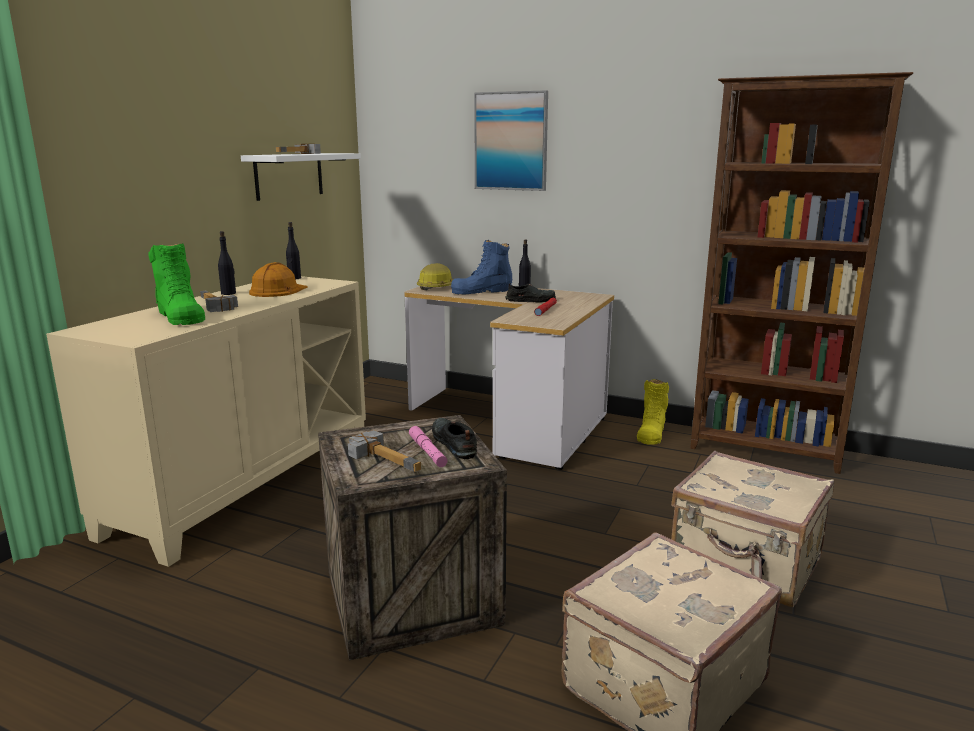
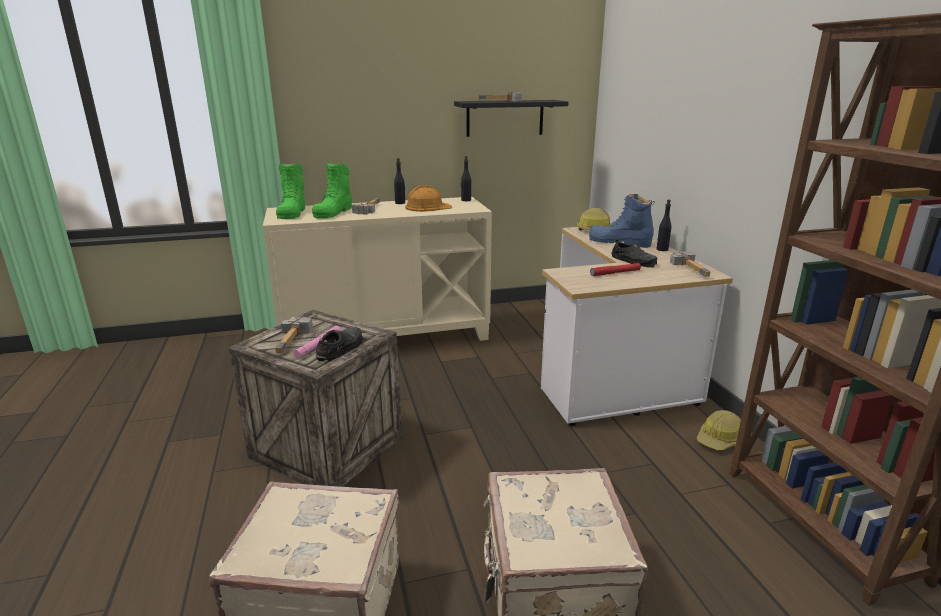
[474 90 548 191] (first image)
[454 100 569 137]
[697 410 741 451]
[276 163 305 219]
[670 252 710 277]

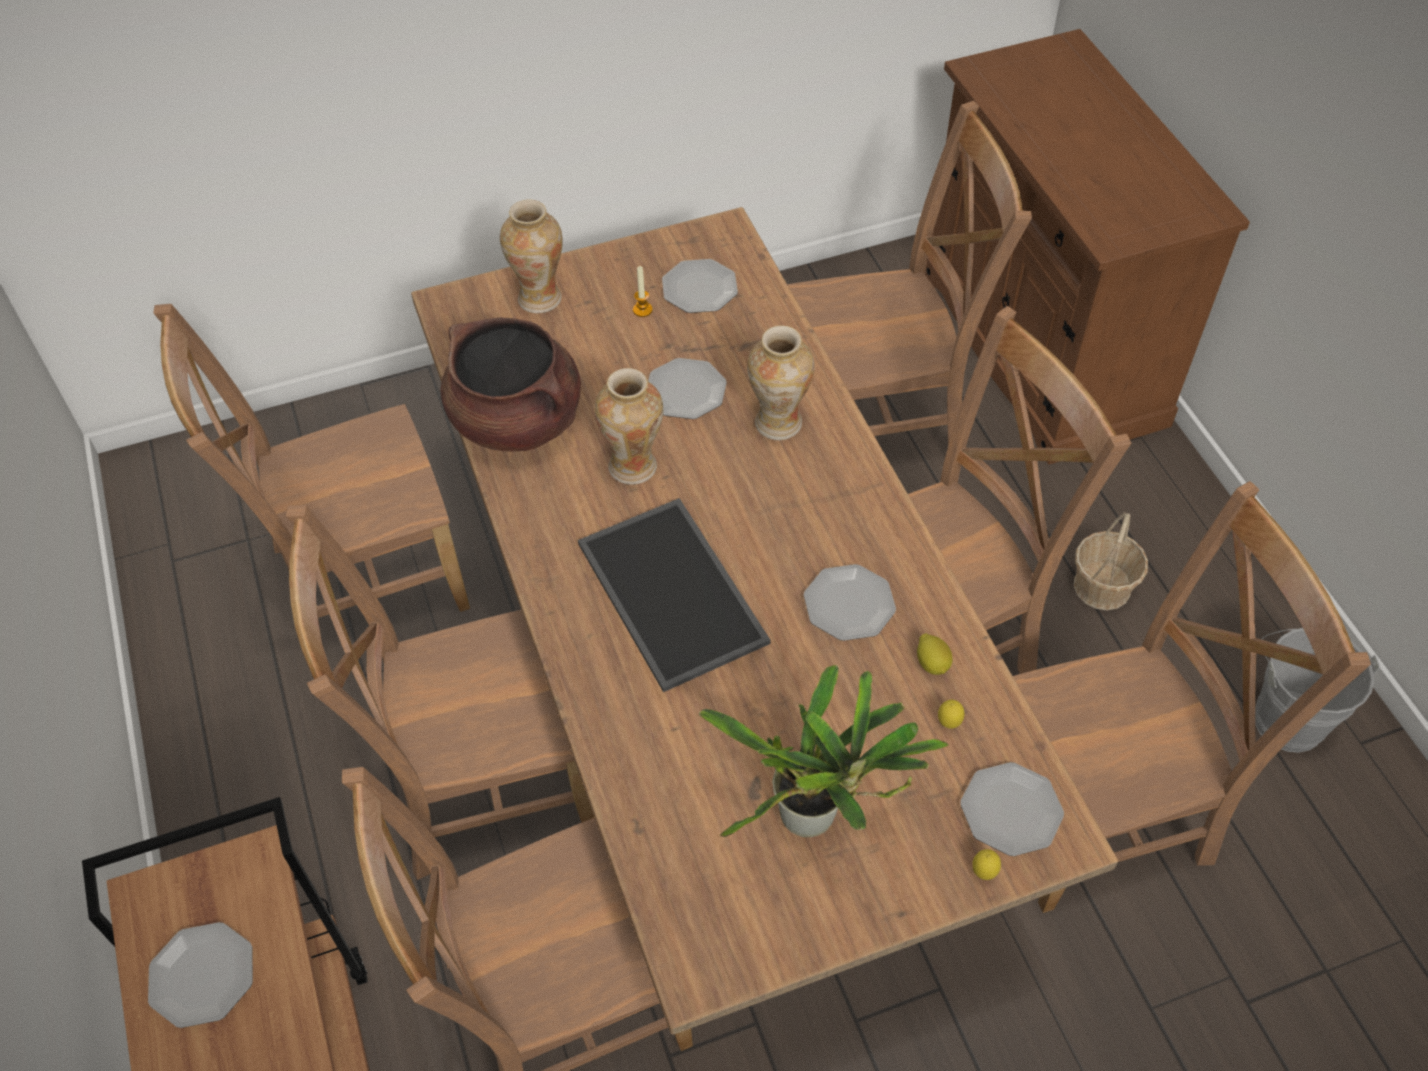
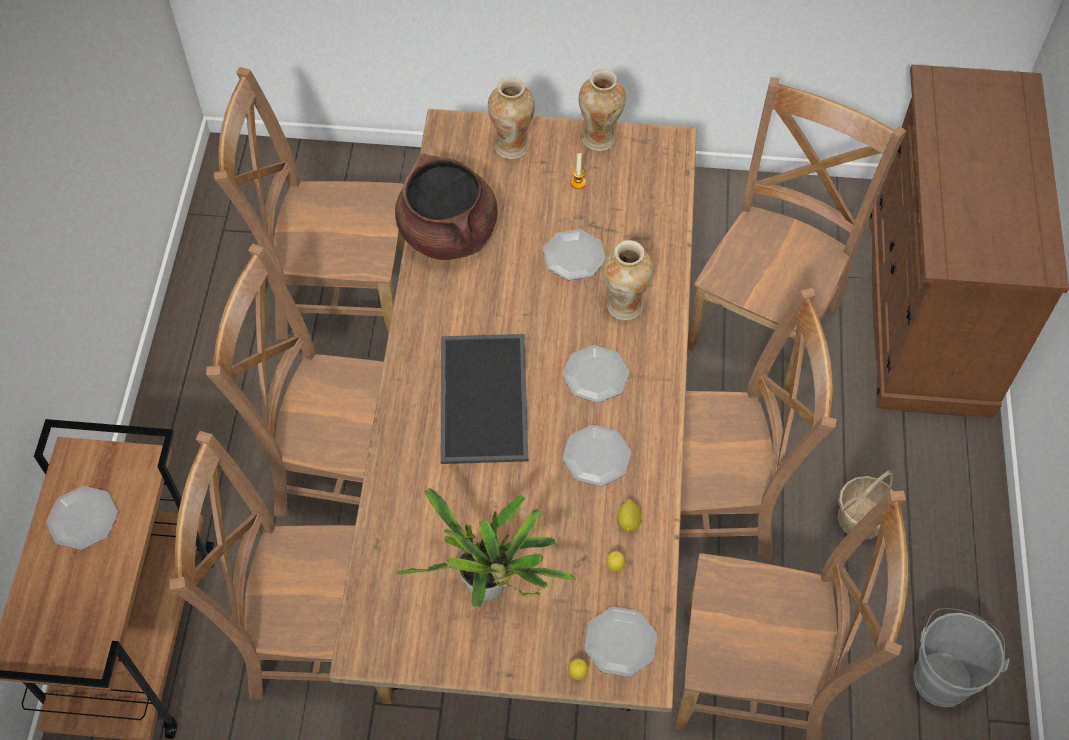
[688 77 906 393]
[563 345 630 403]
[579 69 626 151]

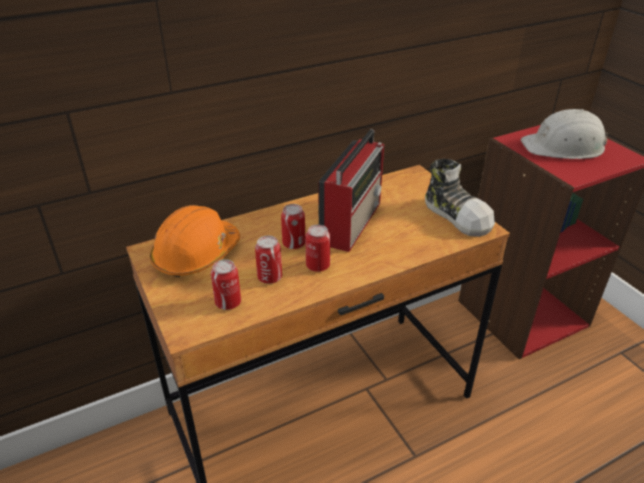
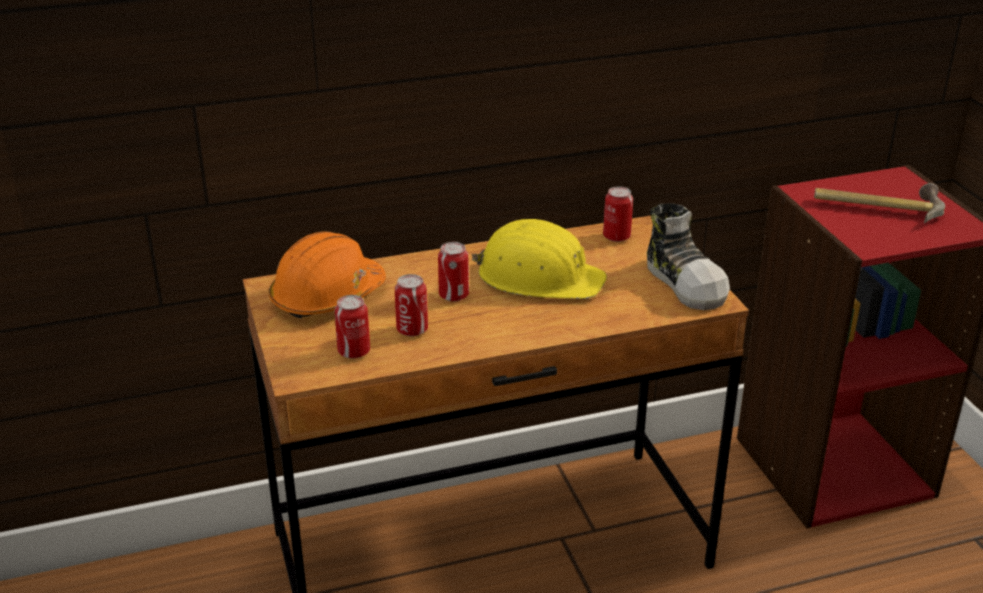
[814 183 945 223]
[471 219 607 299]
[603 186 633 242]

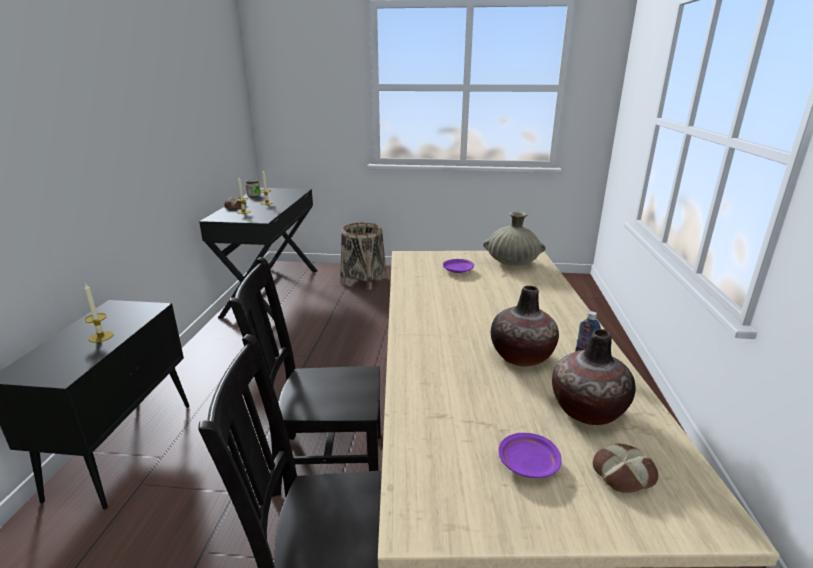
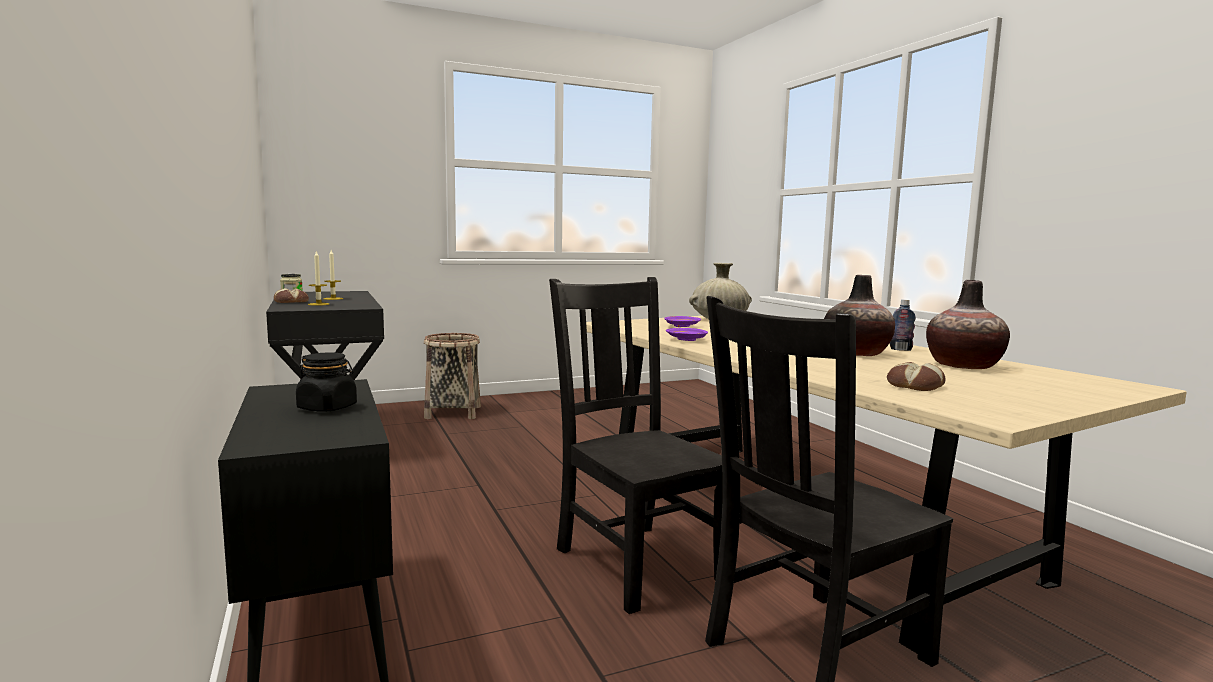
[549 277 722 614]
[296 353 357 412]
[666 328 708 341]
[887 362 945 391]

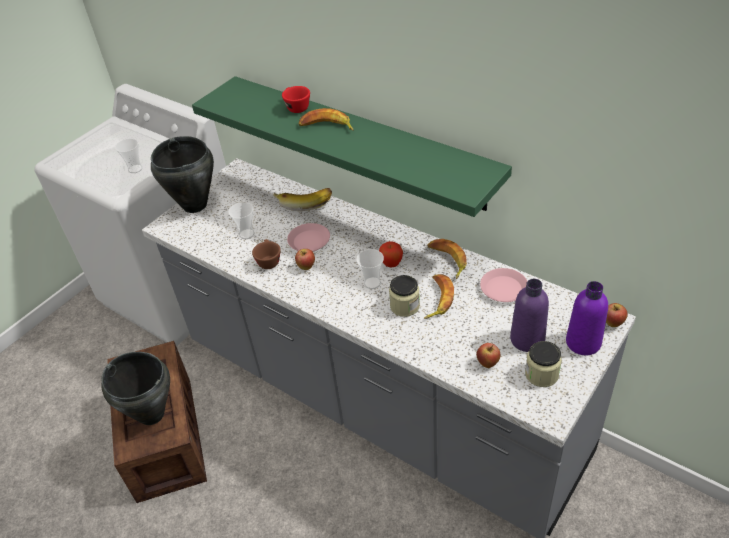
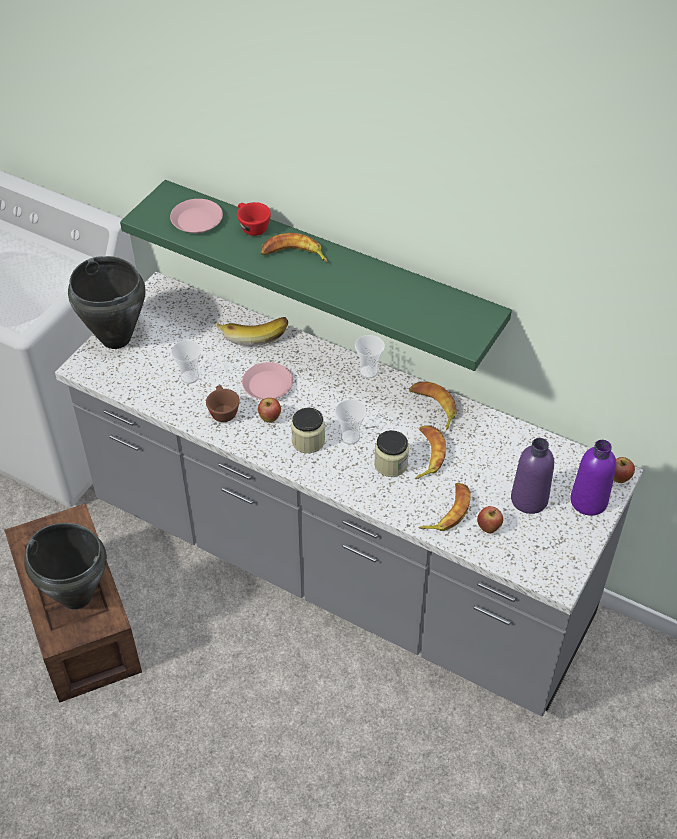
[355 335 385 378]
[379 241 403 267] (first image)
[170 199 223 233]
[291 408 325 453]
[418 483 471 531]

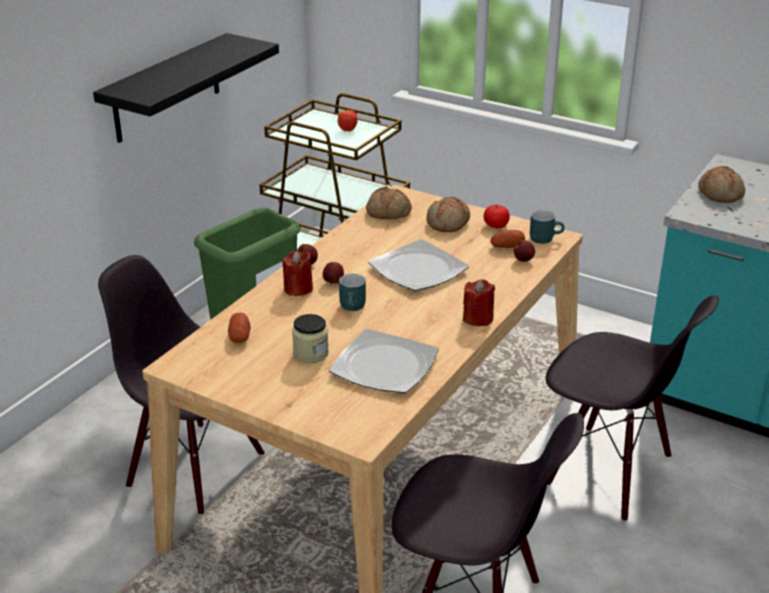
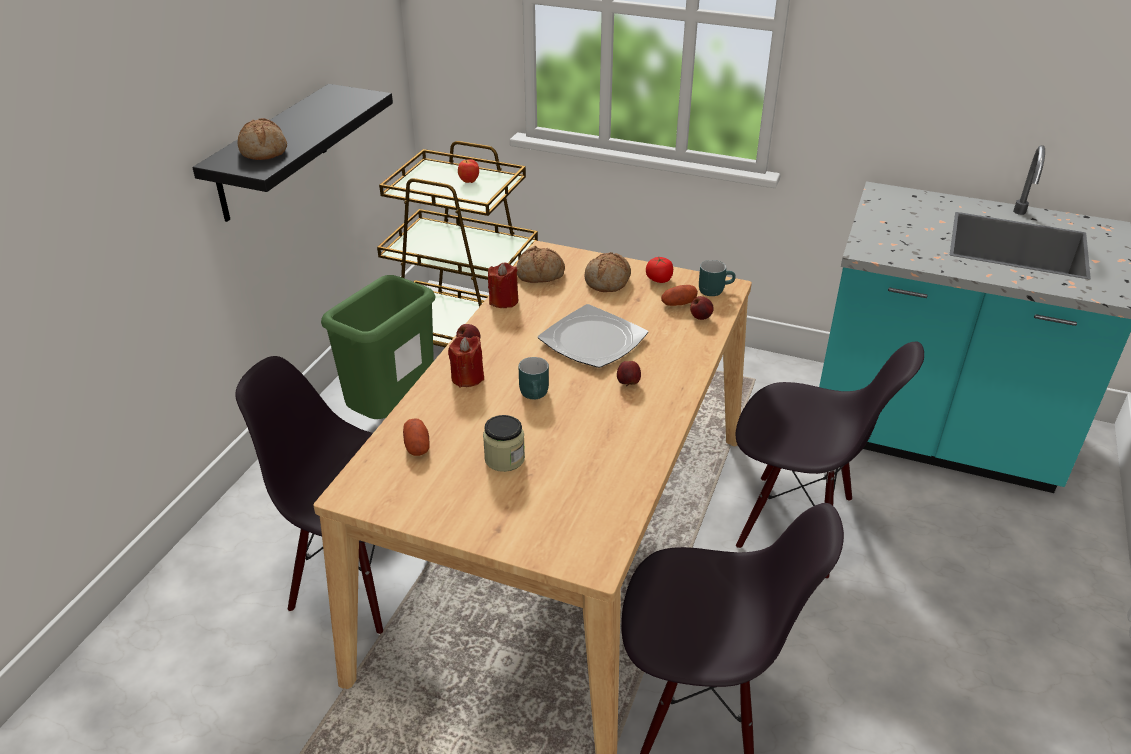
[237 118 287 160]
[617 361 641 386]
[488 263 518 308]
[329 329 439 393] (first image)

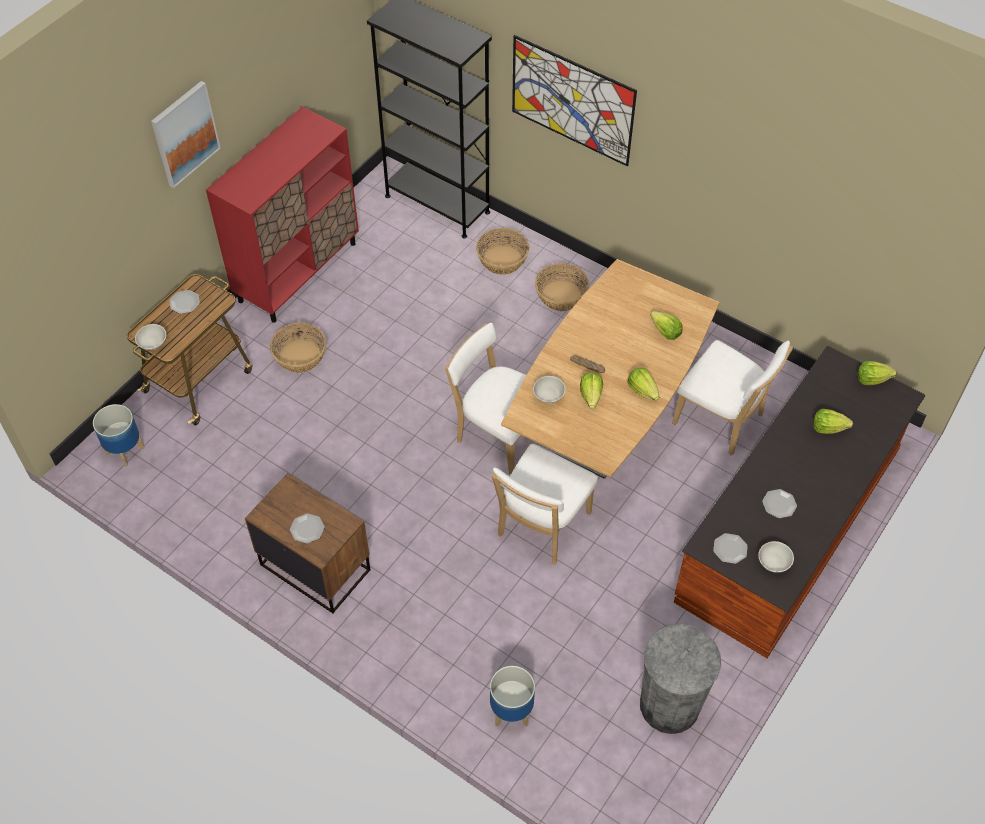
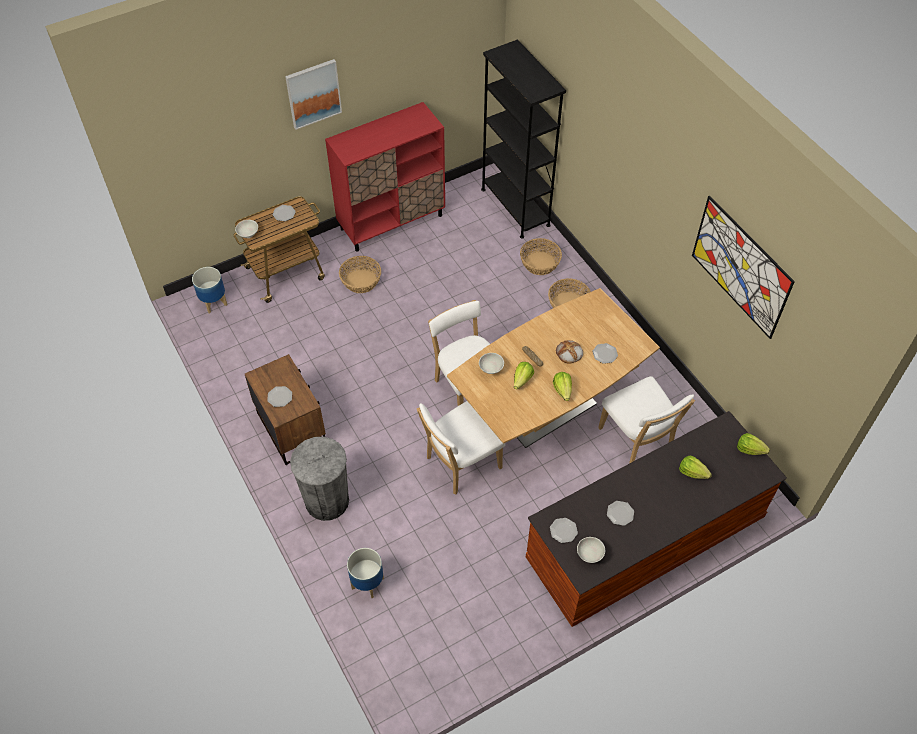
[692 196 795 339]
[592 343 618 364]
[290 437 349 521]
[556 340 583 364]

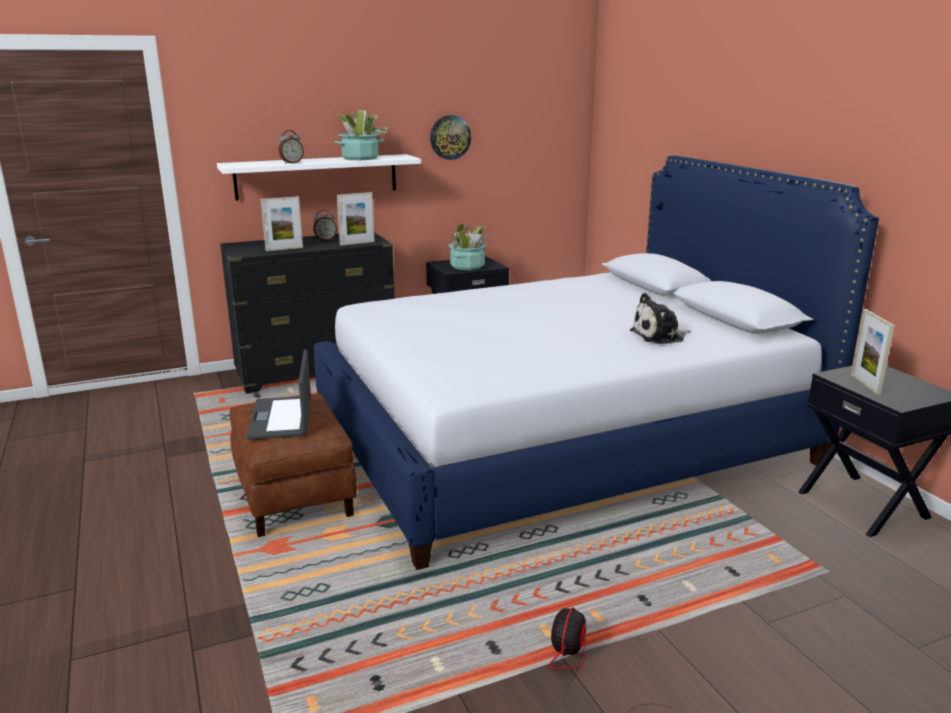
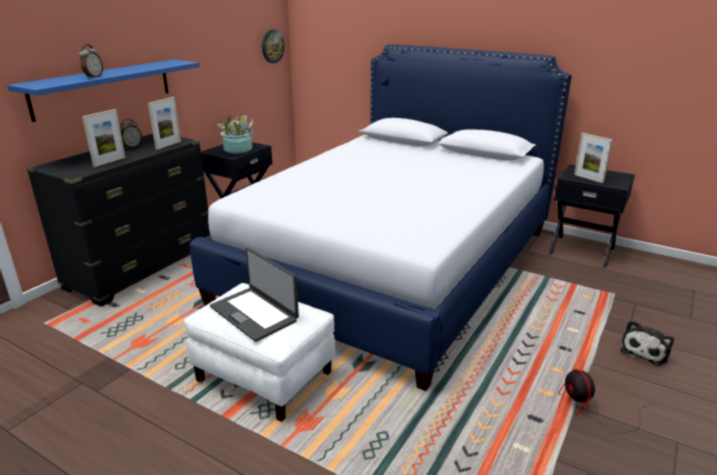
[335 110 388 160] (first image)
[262 29 284 63]
[7 60 200 122]
[620 320 674 366]
[184 283 336 422]

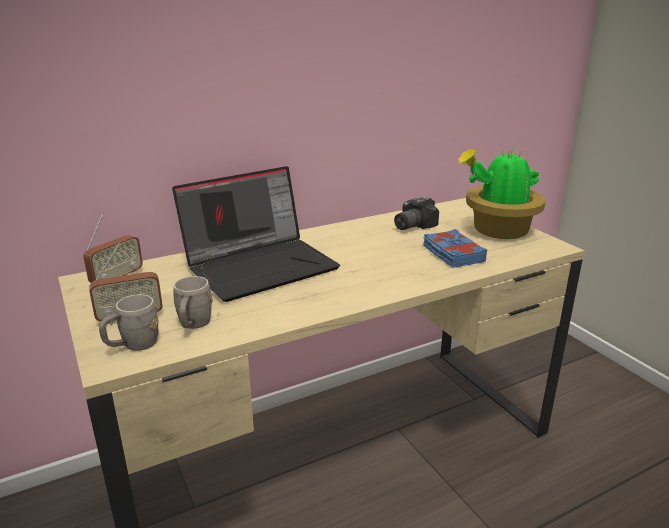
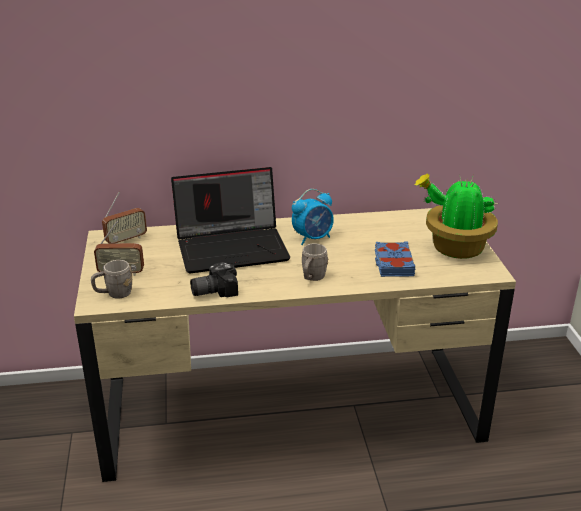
[190 262 238 297]
[302 243 328 281]
[292 189 334 245]

